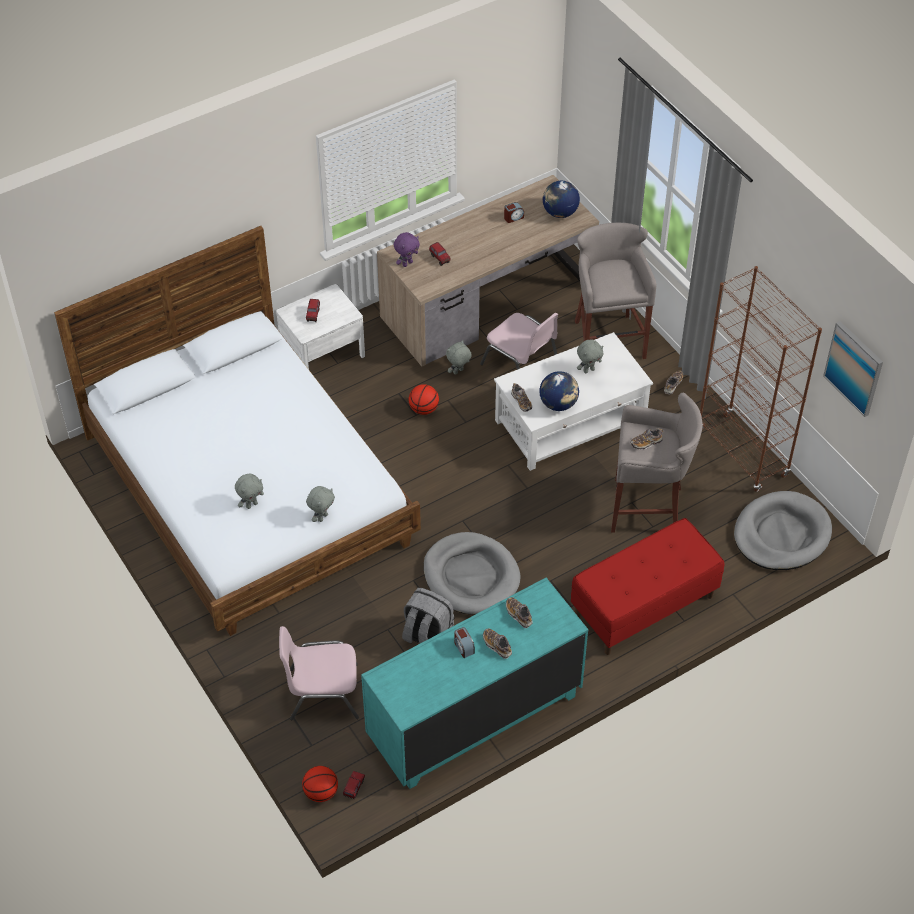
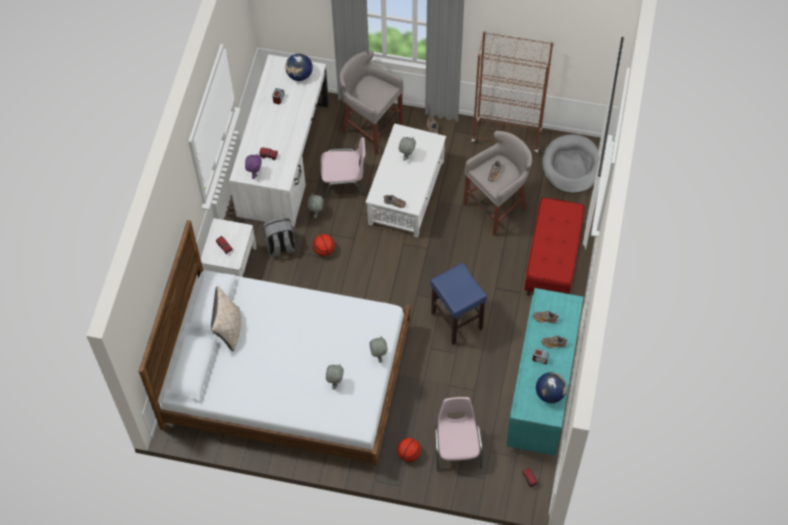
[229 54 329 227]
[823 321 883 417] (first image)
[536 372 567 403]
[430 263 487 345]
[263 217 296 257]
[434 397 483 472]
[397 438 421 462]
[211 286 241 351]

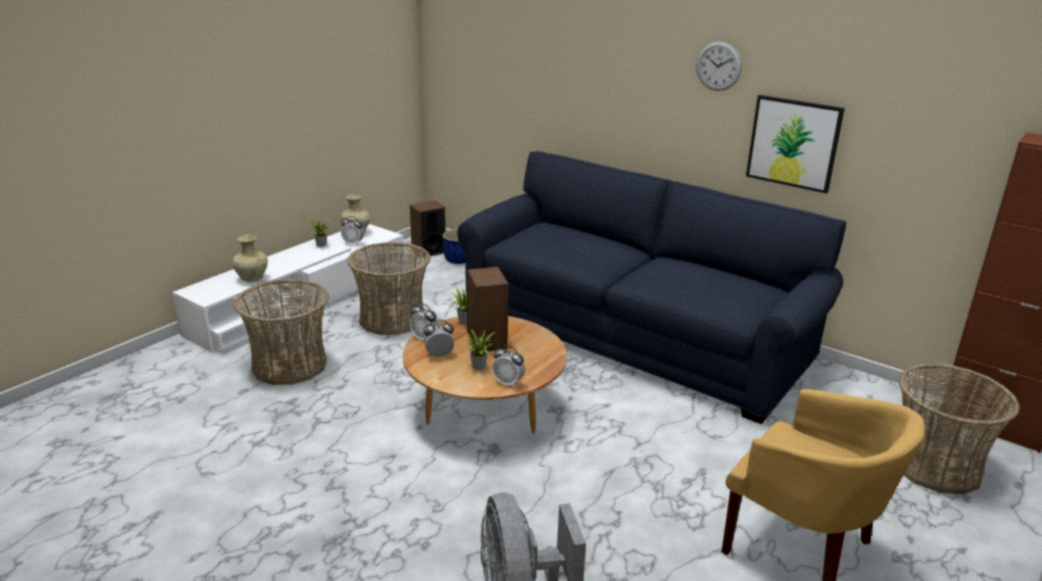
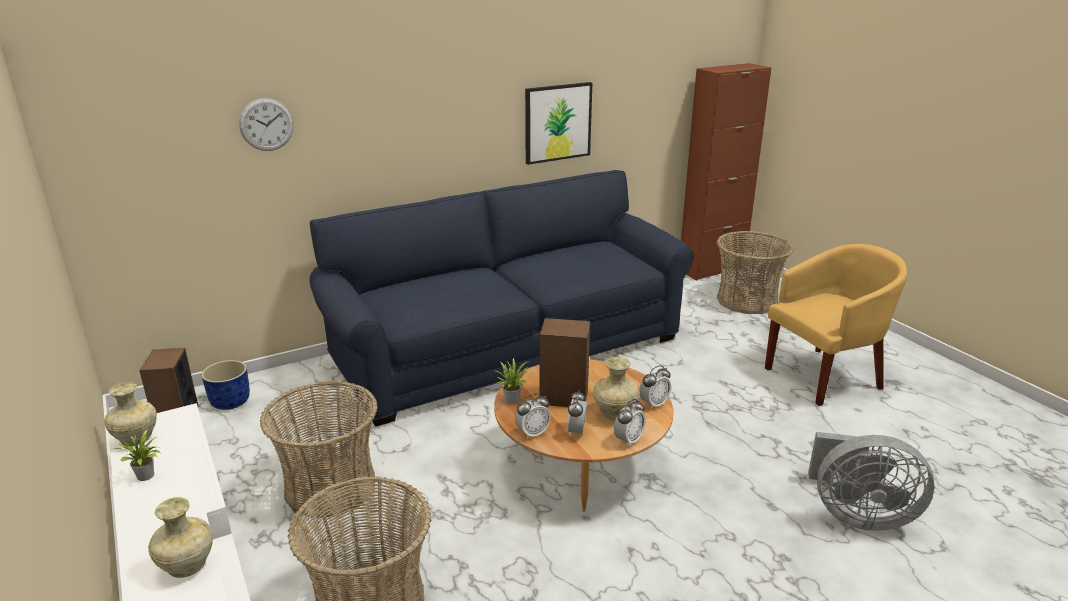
[239 98 294 151]
[614 399 646 447]
[593 357 640 421]

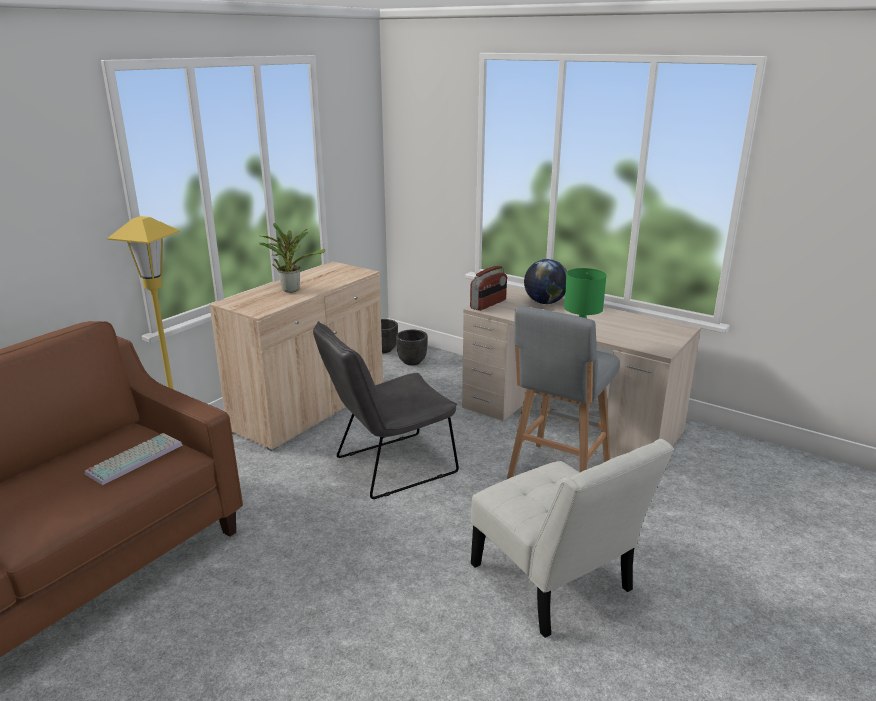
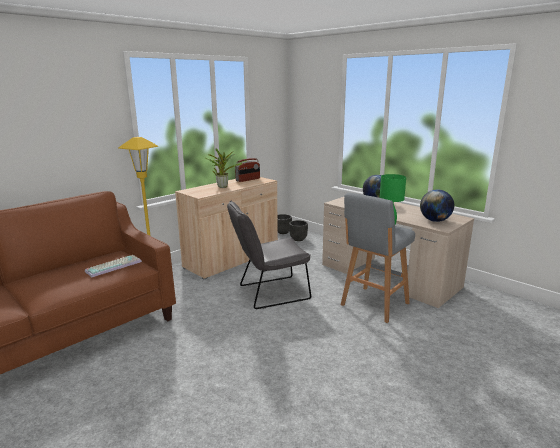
[235 158 260 182]
[471 439 674 638] (first image)
[420 189 454 222]

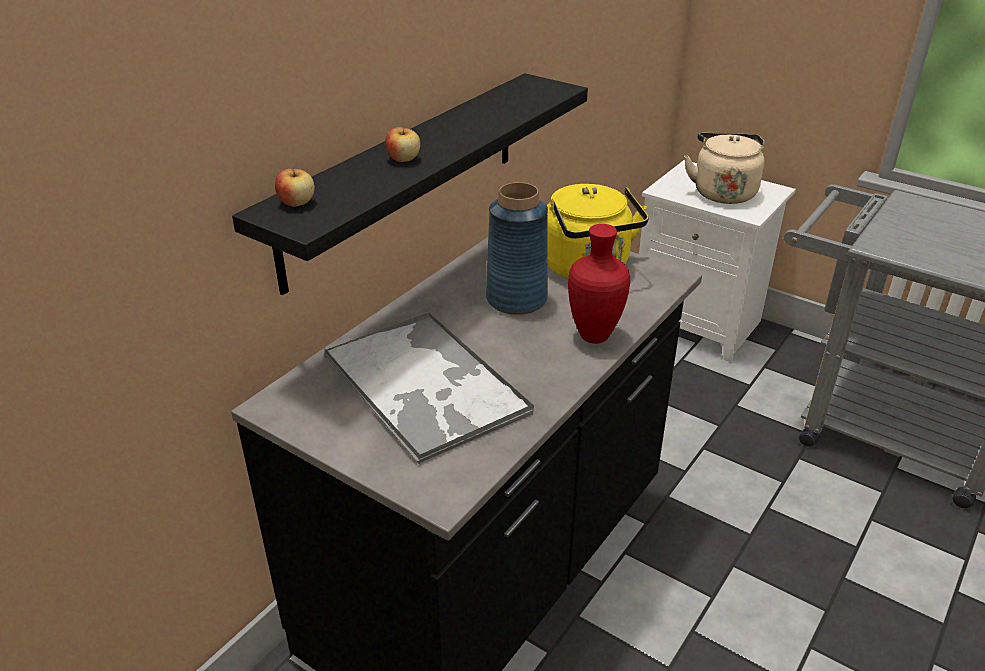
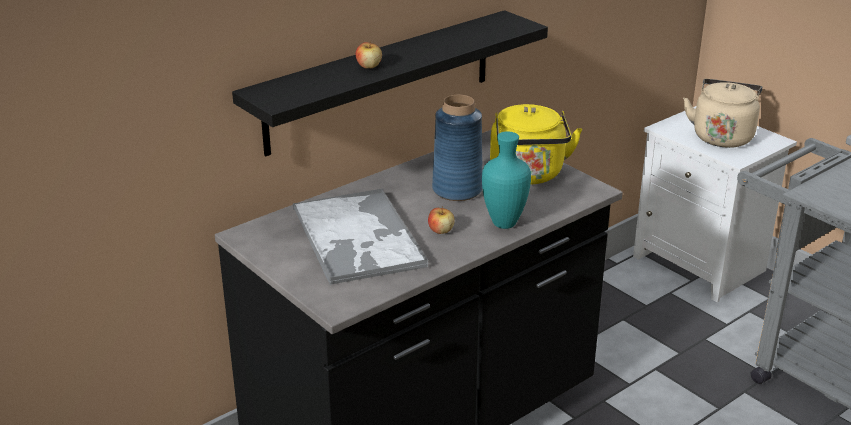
[428 208 455 234]
[482 131 531 229]

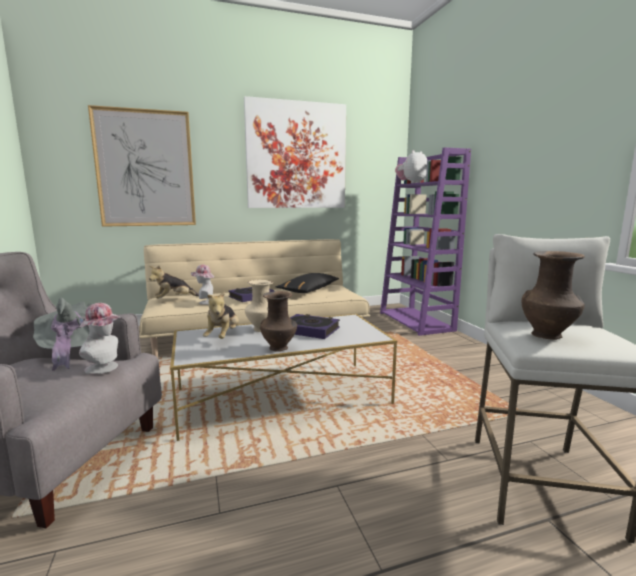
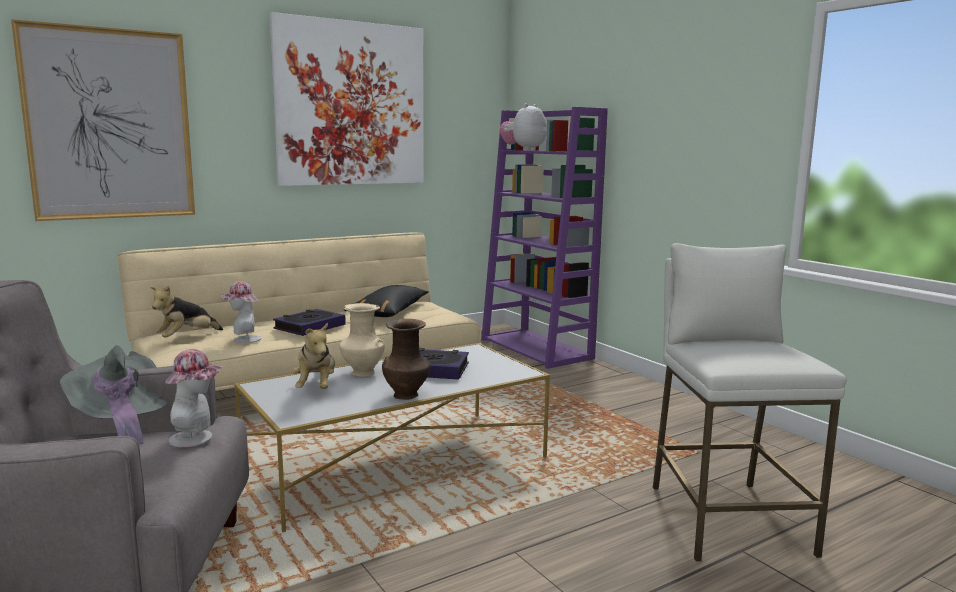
[522 251 585 340] (first image)

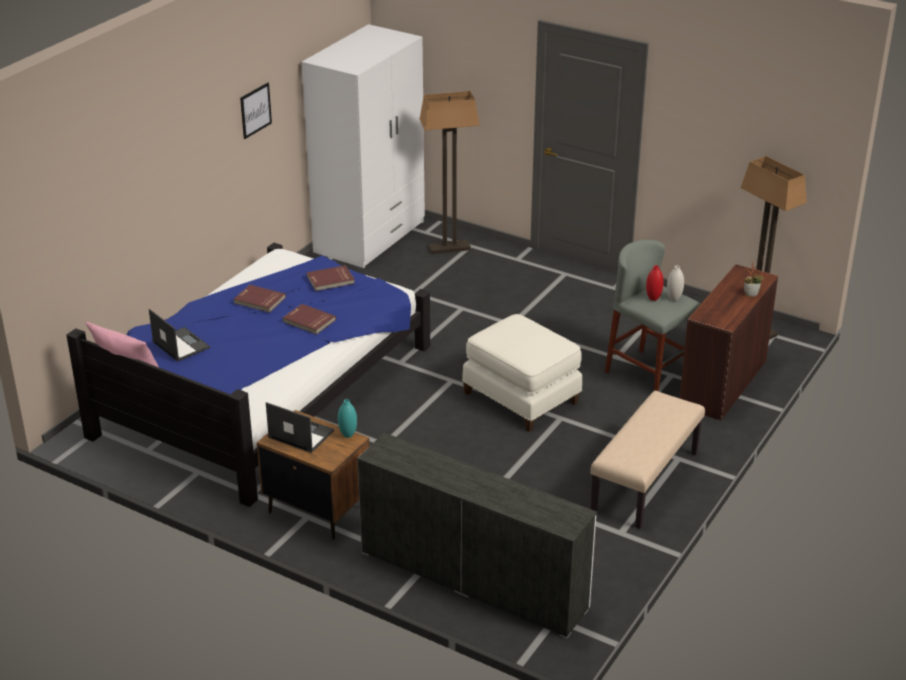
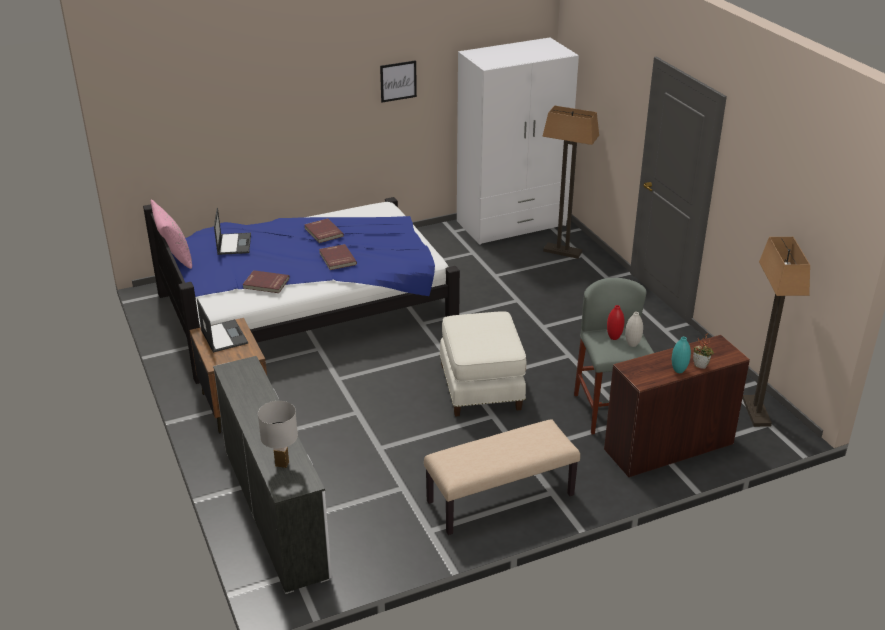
[242 270 290 293]
[672 337 691 373]
[258 401 298 468]

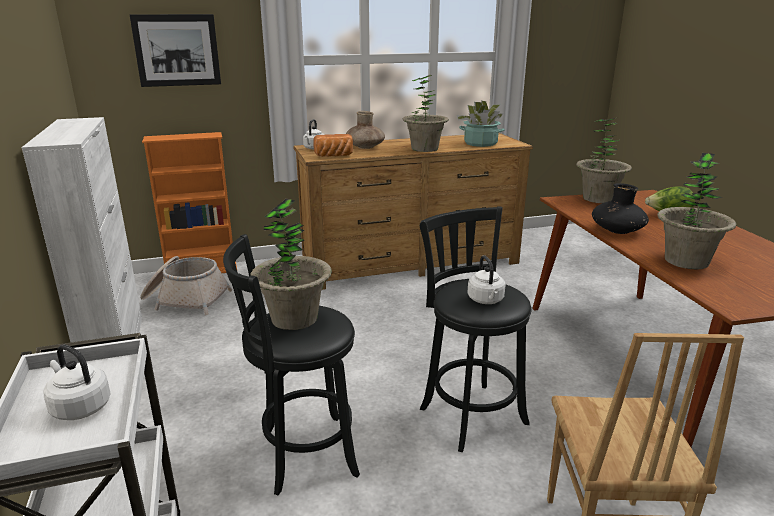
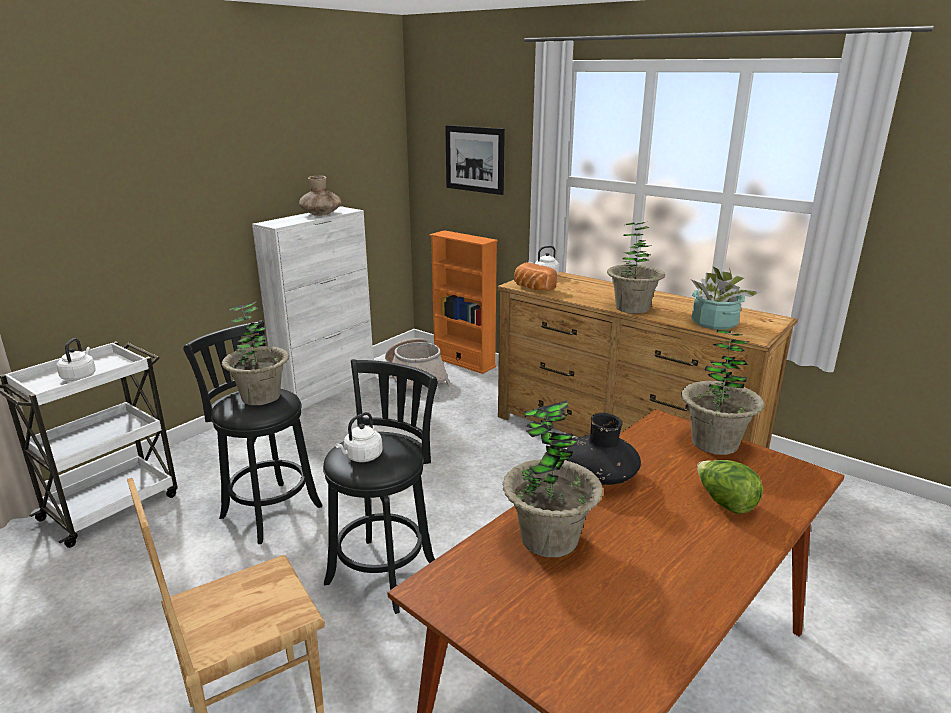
[299 176 341 216]

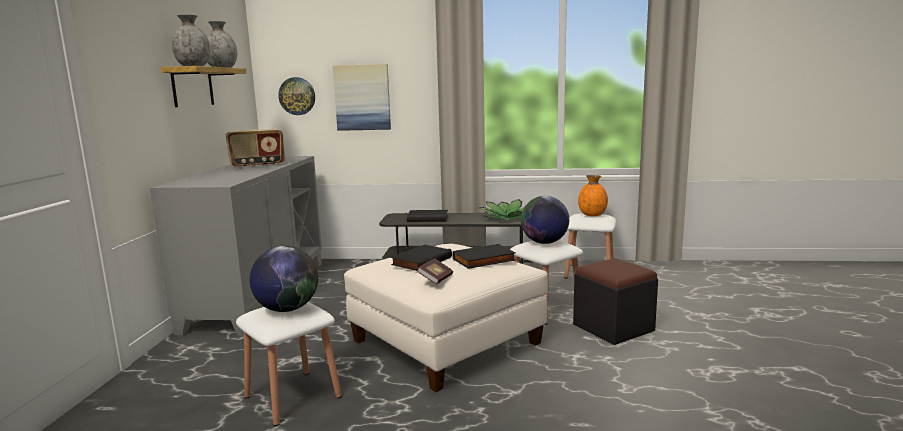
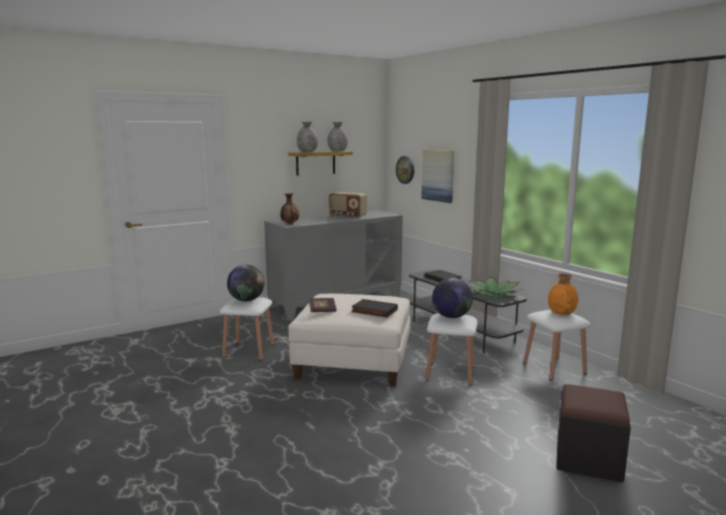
[391 245 452 271] (first image)
[556 384 631 482]
[280 193 299 224]

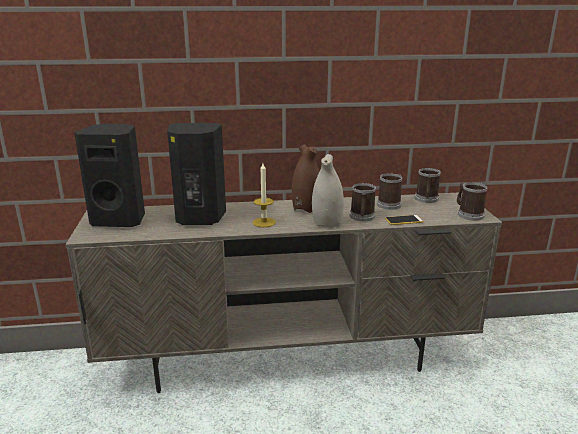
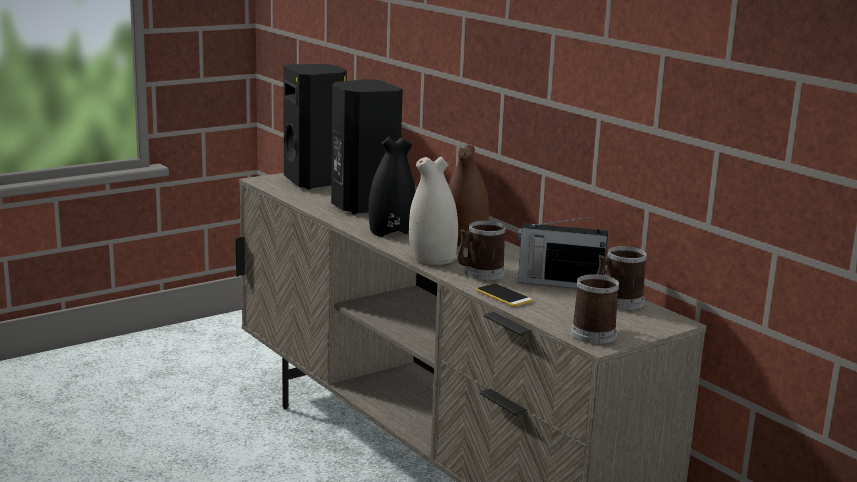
[369 137 415 237]
[518 216 608 288]

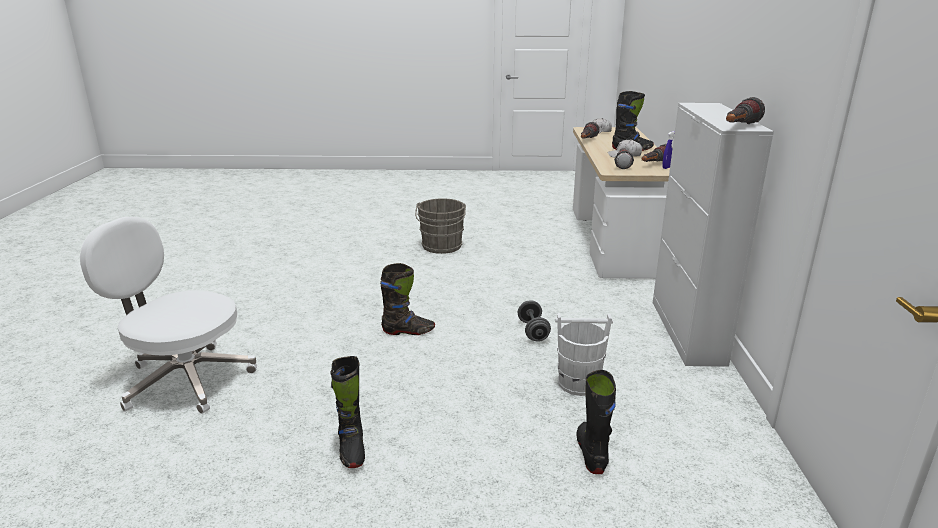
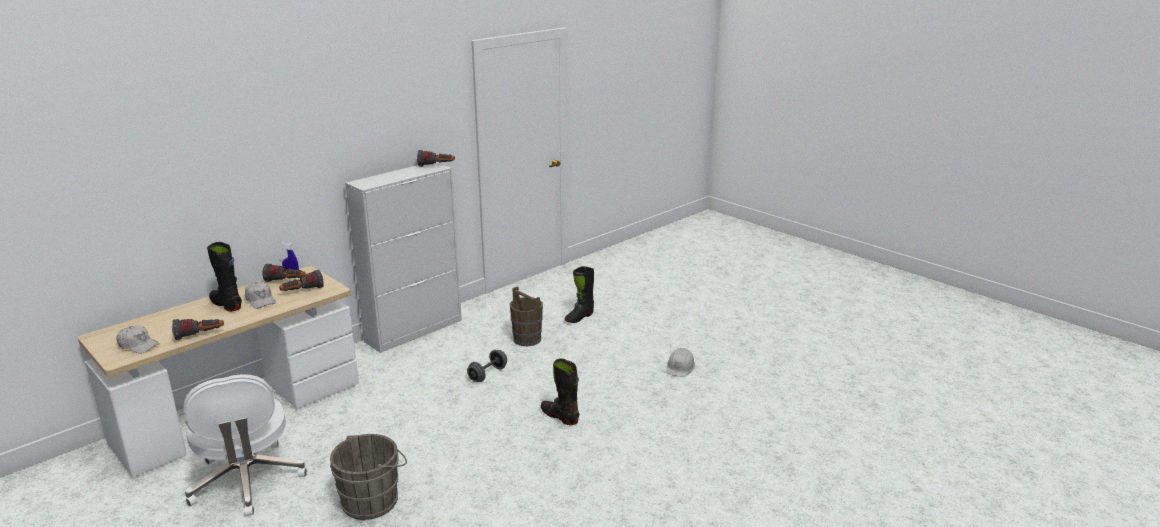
[183 374 307 516]
[510 286 543 346]
[667 348 695 377]

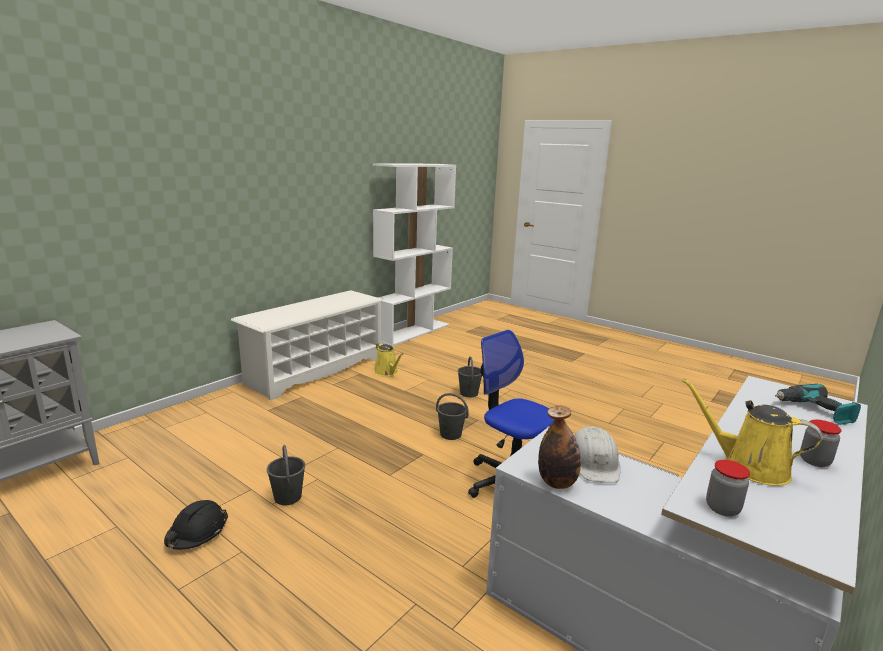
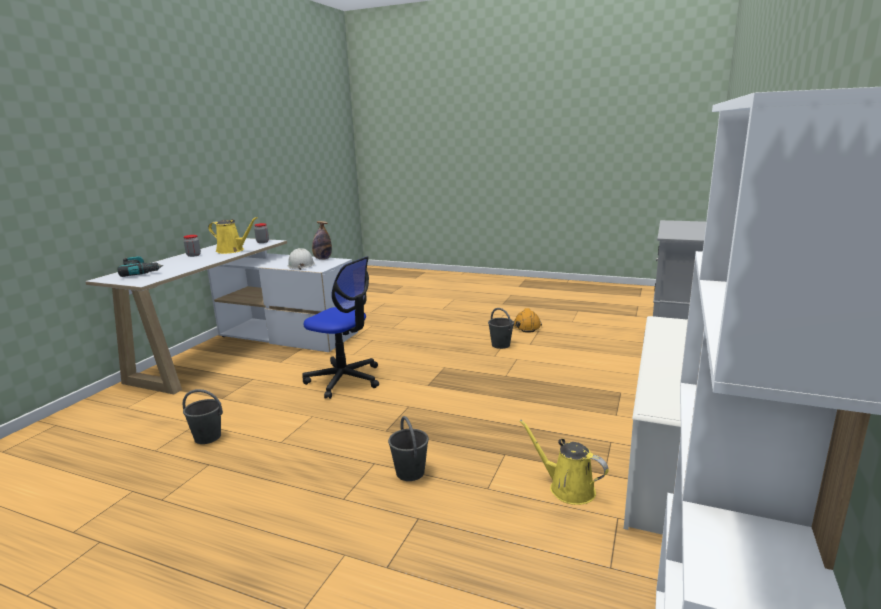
[182 389 223 444]
[513 308 542 333]

